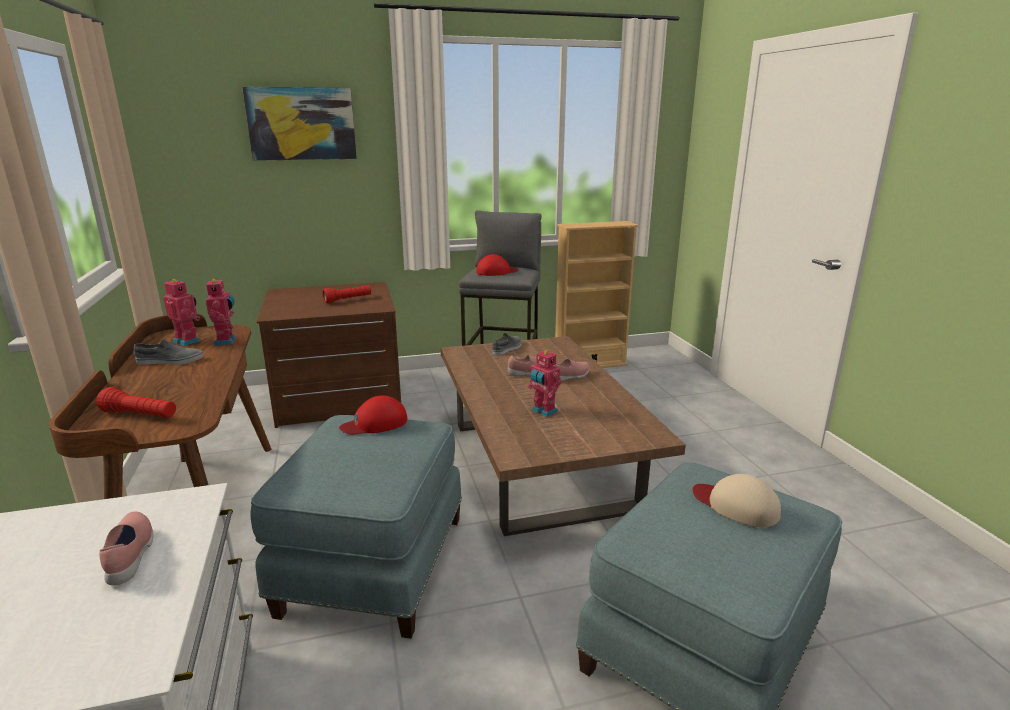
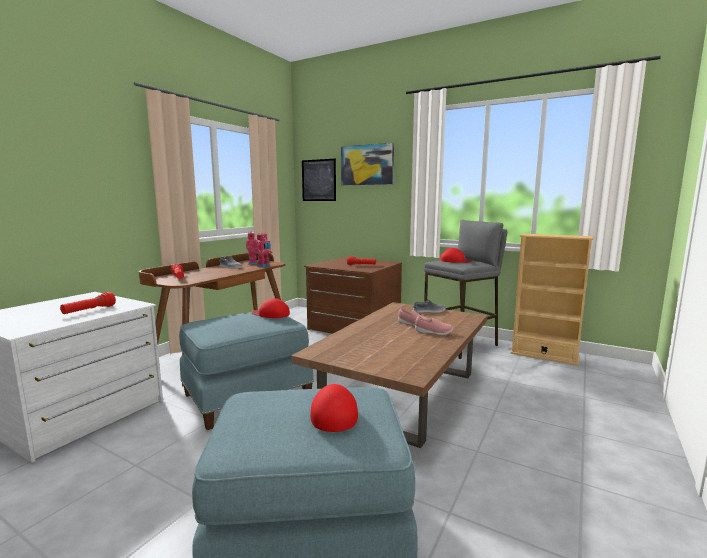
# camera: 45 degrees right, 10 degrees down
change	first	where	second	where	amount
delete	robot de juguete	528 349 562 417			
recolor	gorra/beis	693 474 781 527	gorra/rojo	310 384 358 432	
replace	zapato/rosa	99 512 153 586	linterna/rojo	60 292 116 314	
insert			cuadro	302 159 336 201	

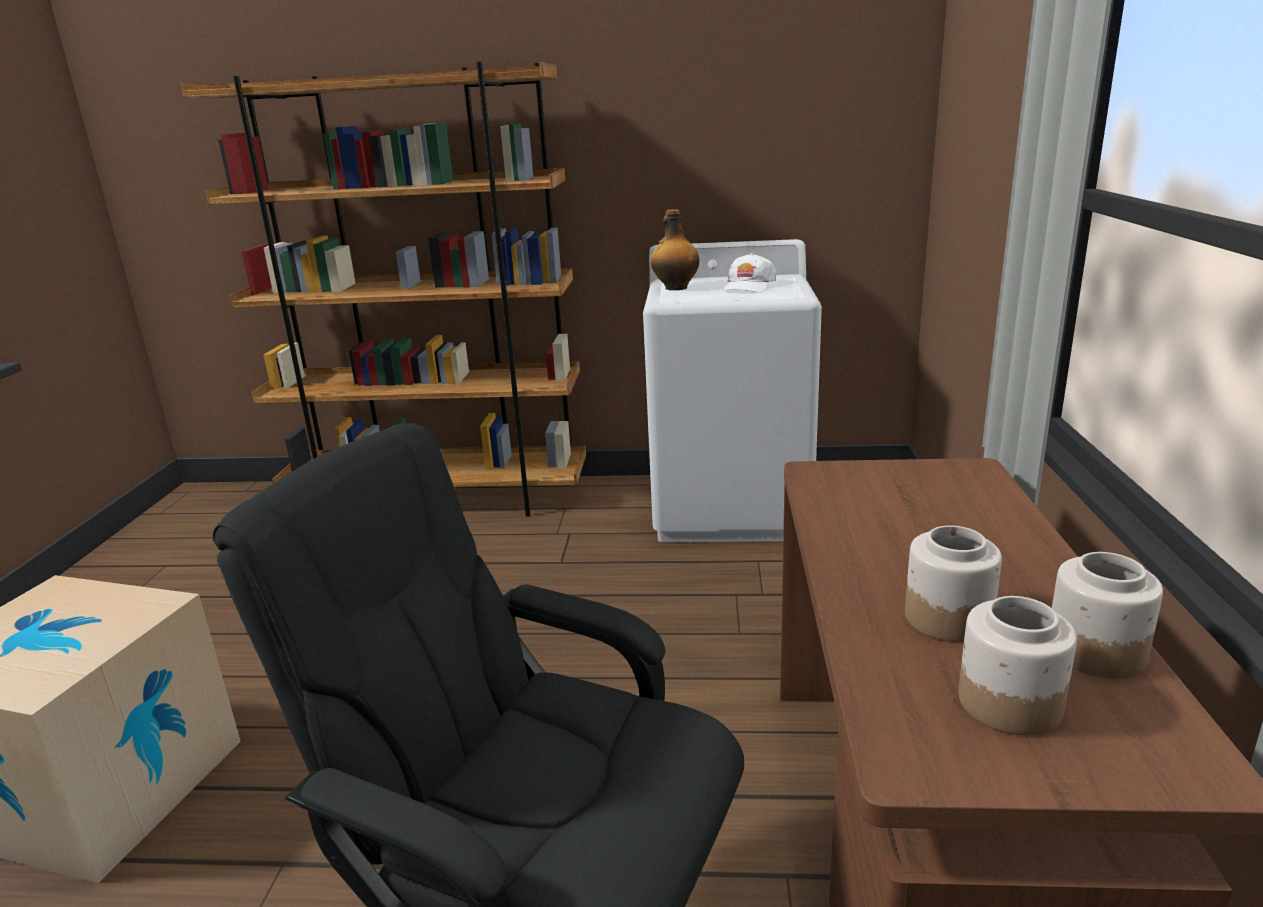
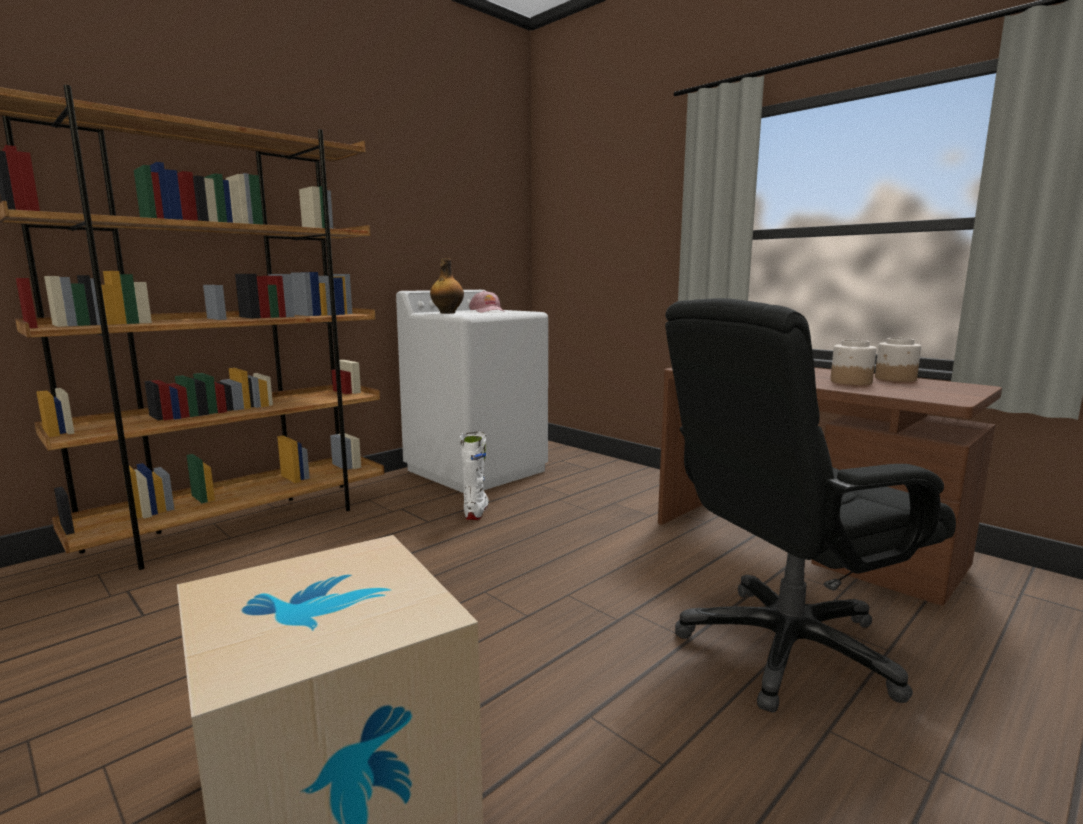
# camera: 50 degrees left, 10 degrees down
change	first	where	second	where	amount
recolor	gorra/blanco	723 253 777 292	gorra/rosa	469 291 505 313	
delete	tarro	958 596 1077 736			
insert			bota/blanco	460 432 489 520	

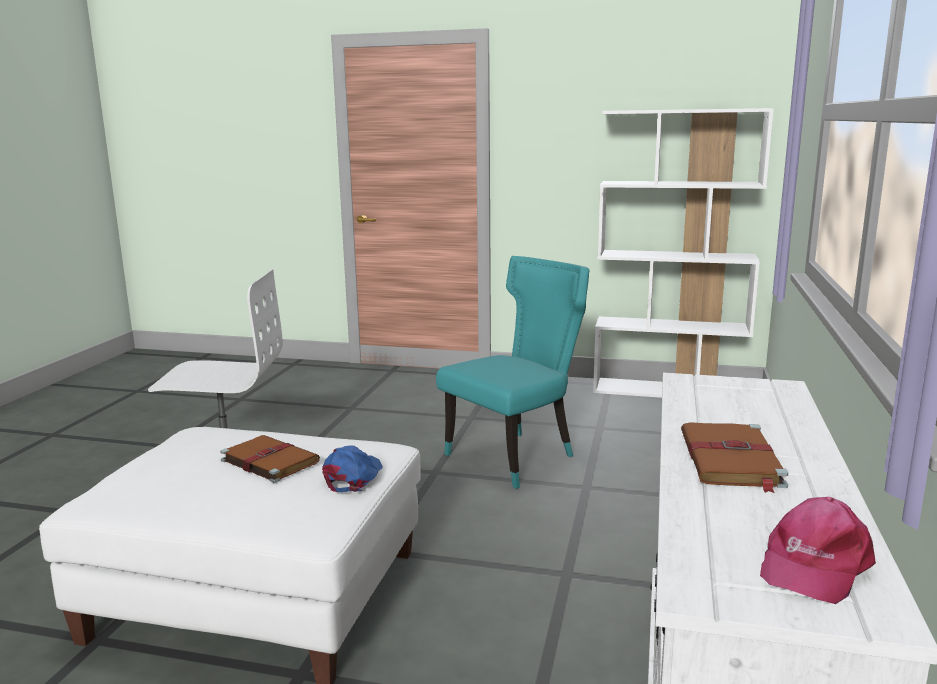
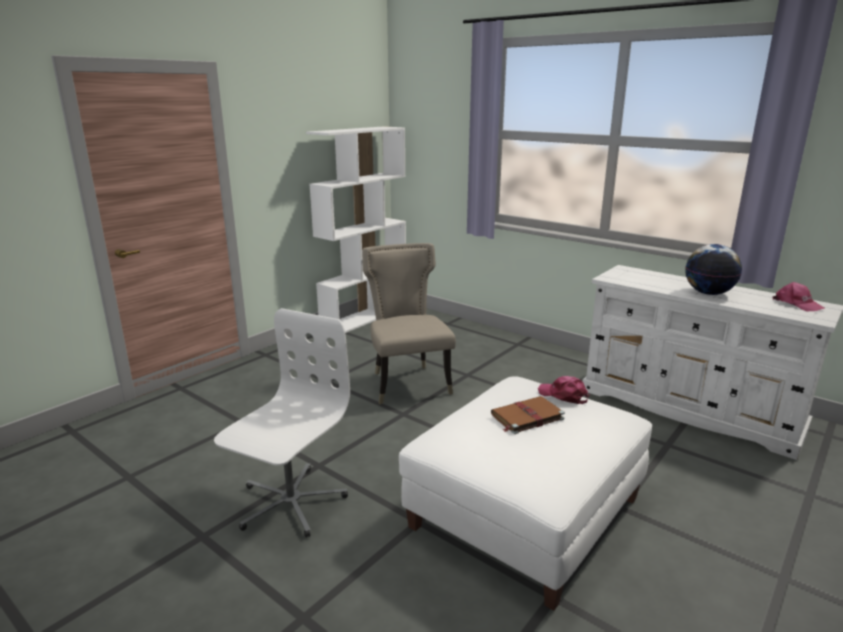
# camera: 65 degrees left, 5 degrees up
change	first	where	second	where	amount
recolor	silla/turquesa	436 256 589 489	silla/beis	362 243 456 404	
replace	libro/marrón	681 422 788 493	globo terráqueo	685 244 742 295	
recolor	gorra/azul	322 445 383 492	gorra/rosa	538 376 589 404	

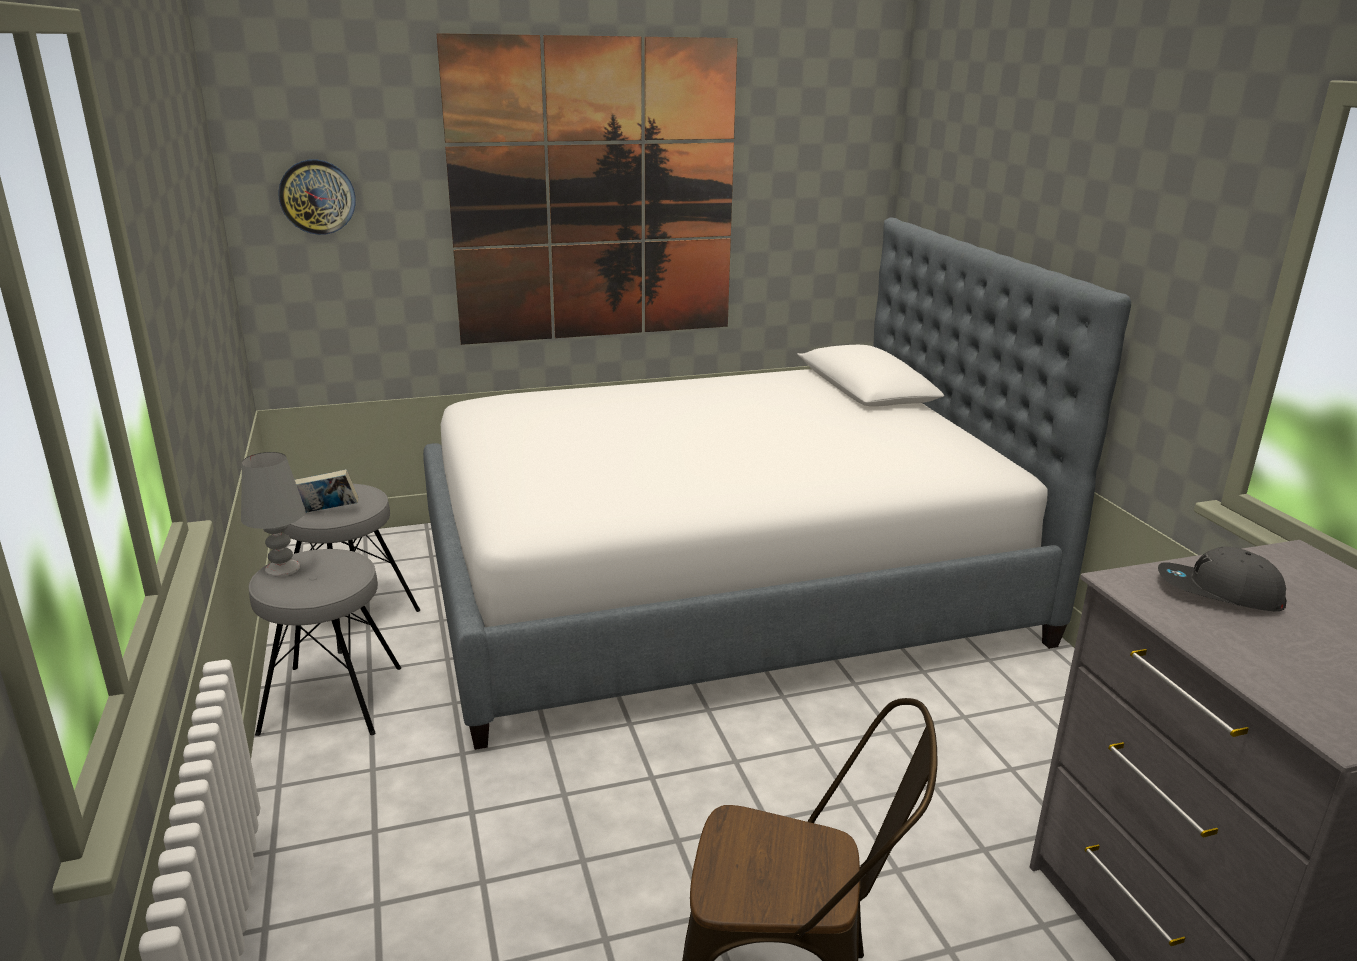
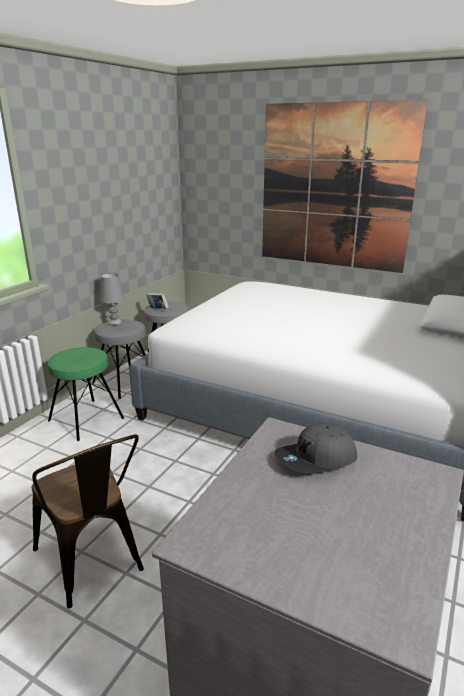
# camera: 45 degrees right, 0 degrees up
change	first	where	second	where	amount
delete	reloj de pared	278 159 356 235			
rotate	gorra/gris	1158 546 1286 611		274 423 357 473	90 degrees counterclockwise
insert			taburete/verde	48 347 124 441	

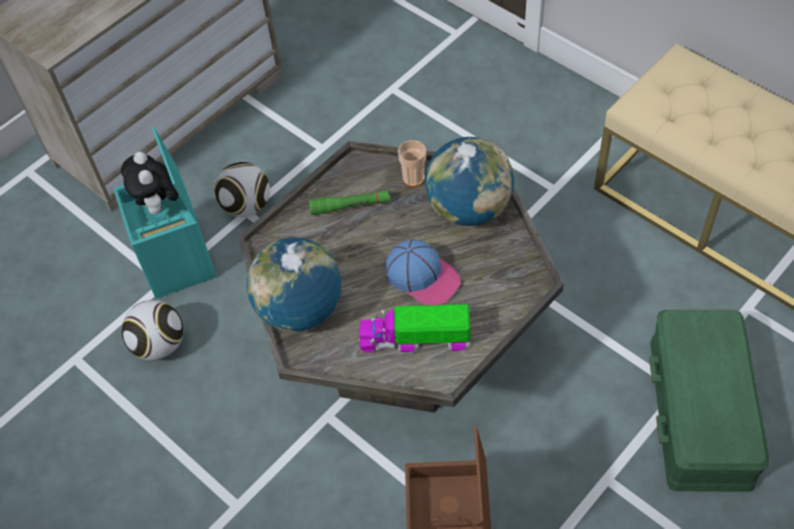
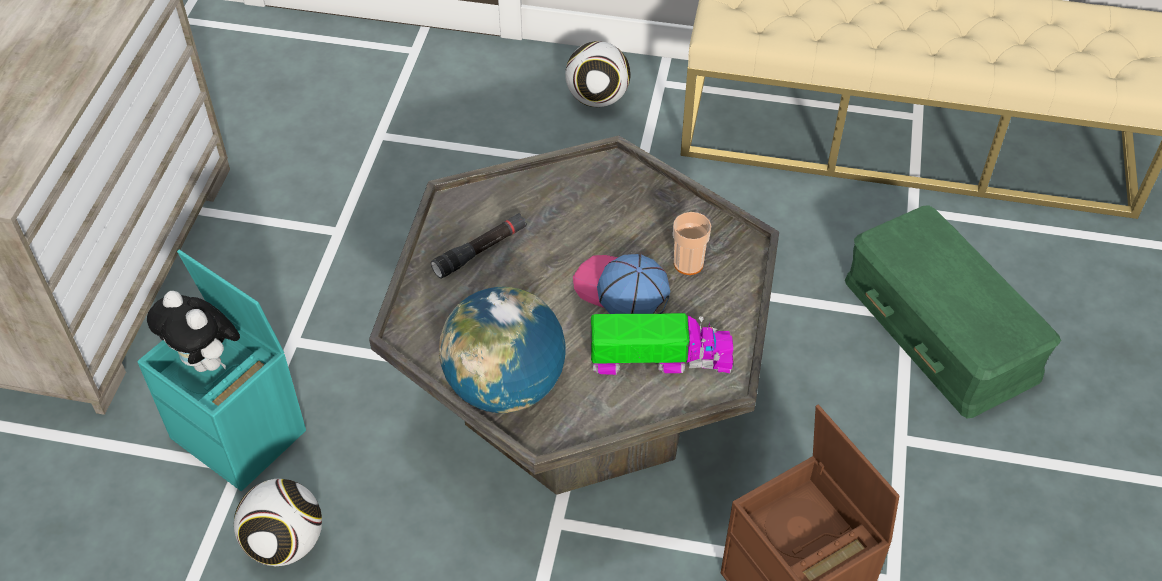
# camera: 35 degrees left, 5 degrees down
change	first	where	second	where	amount
delete	globo terráqueo	425 137 514 226			
move	taza	398 140 426 187		673 212 711 275	
move	balón de fútbol	214 162 270 217		565 41 631 107	
recolor	linterna/verde	309 190 391 215	linterna/negro	431 213 527 279	
rotate	gorra	385 239 461 305		573 254 670 314	150 degrees counterclockwise
rotate	camión de juguete	360 304 471 352		591 313 734 375	150 degrees counterclockwise

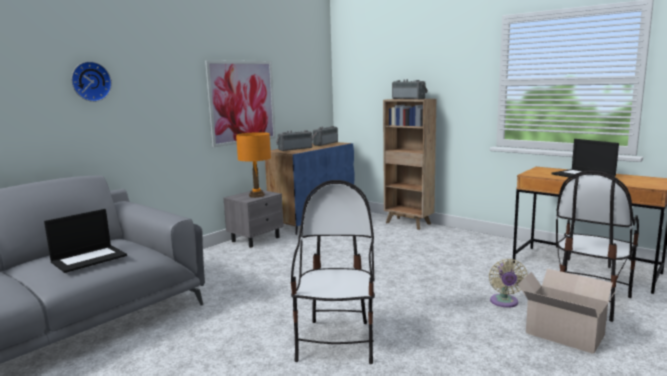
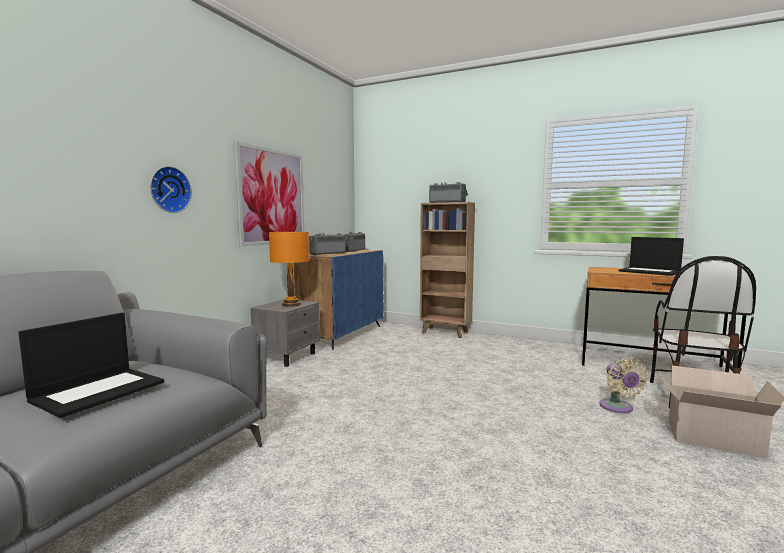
# camera: 15 degrees left, 5 degrees down
change	first	where	second	where	amount
move	reloj de pared	71 61 112 102		150 166 192 213	
delete	silla	291 180 375 364			

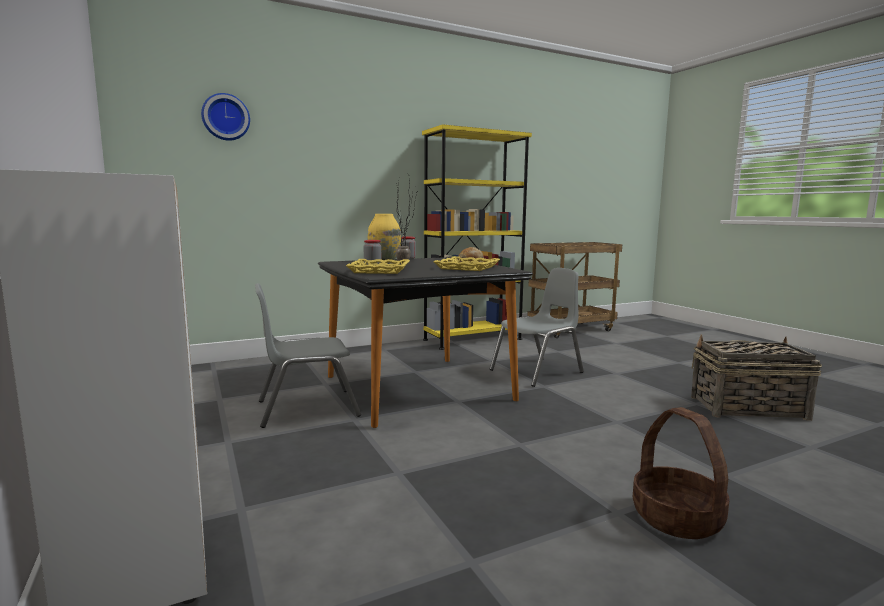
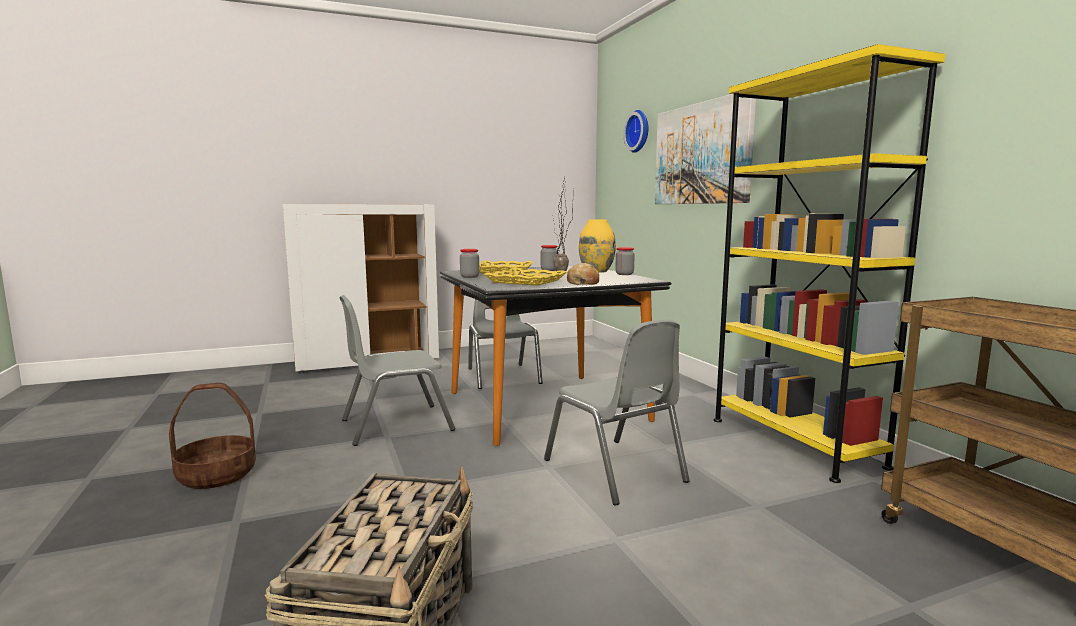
# camera: 95 degrees right, 0 degrees up
change	first	where	second	where	amount
insert			cuadro	655 94 756 204	
insert			tarro	460 249 479 278	
insert			silla/gris	340 295 455 446	

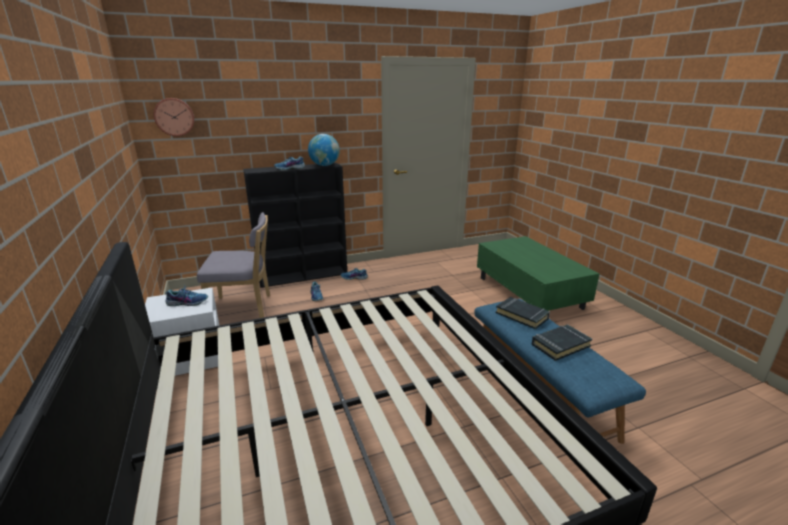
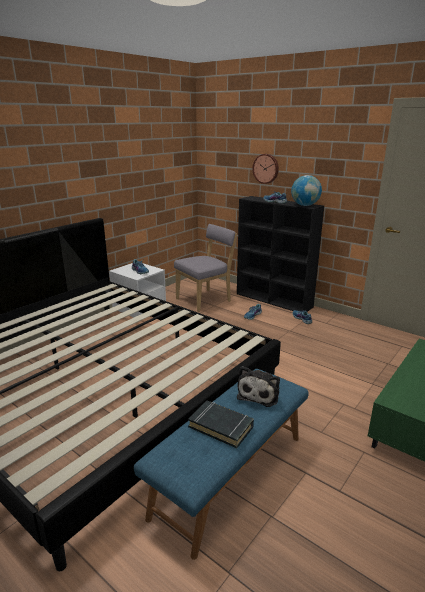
# camera: 60 degrees right, 0 degrees up
change	first	where	second	where	amount
move	reloj de pared	153 98 194 136		252 154 279 184	
rotate	silla/gris	197 212 270 318		174 224 237 312	90 degrees counterclockwise
replace	libro/negro	496 297 550 329	peluche	237 366 280 407	

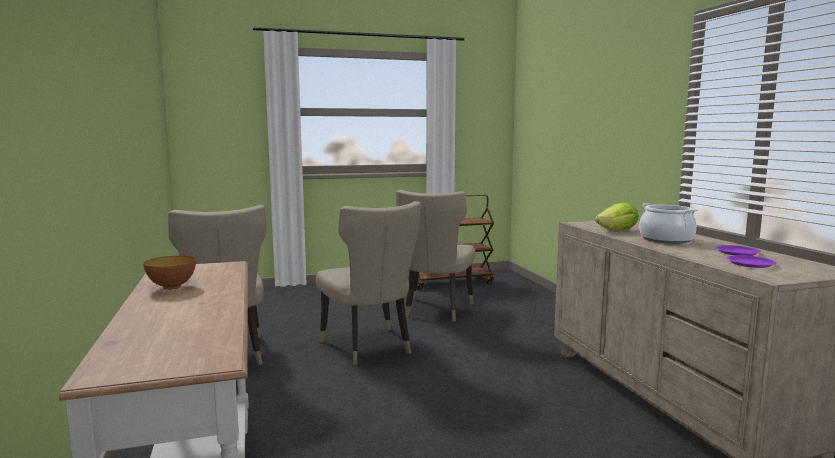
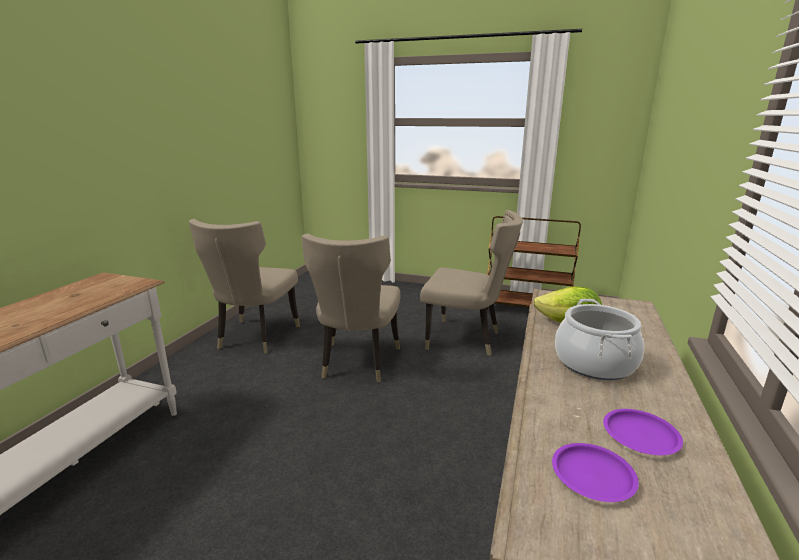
# camera: 35 degrees right, 10 degrees up
change	first	where	second	where	amount
rotate	silla/beis	396 190 475 321		420 210 523 356	120 degrees counterclockwise
delete	cuenco	143 256 196 290			

